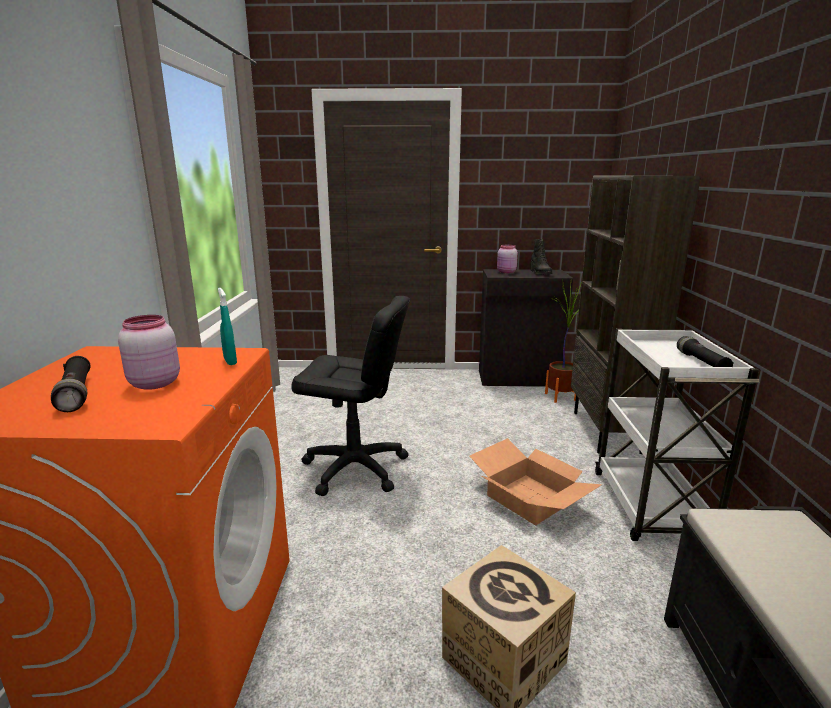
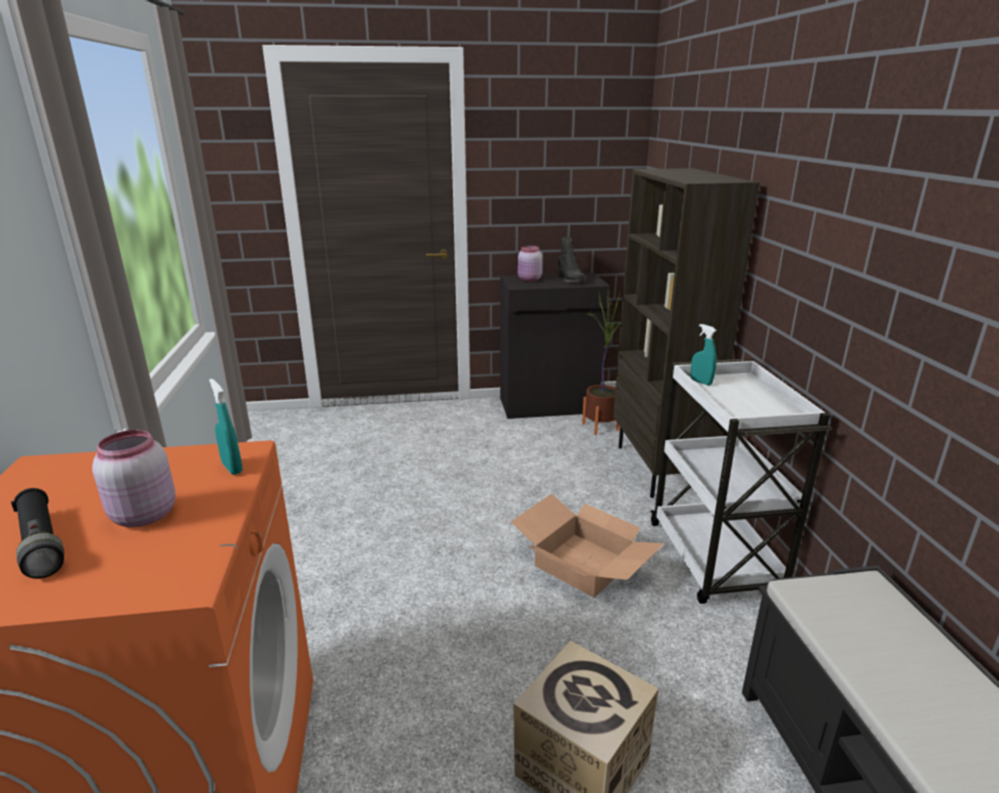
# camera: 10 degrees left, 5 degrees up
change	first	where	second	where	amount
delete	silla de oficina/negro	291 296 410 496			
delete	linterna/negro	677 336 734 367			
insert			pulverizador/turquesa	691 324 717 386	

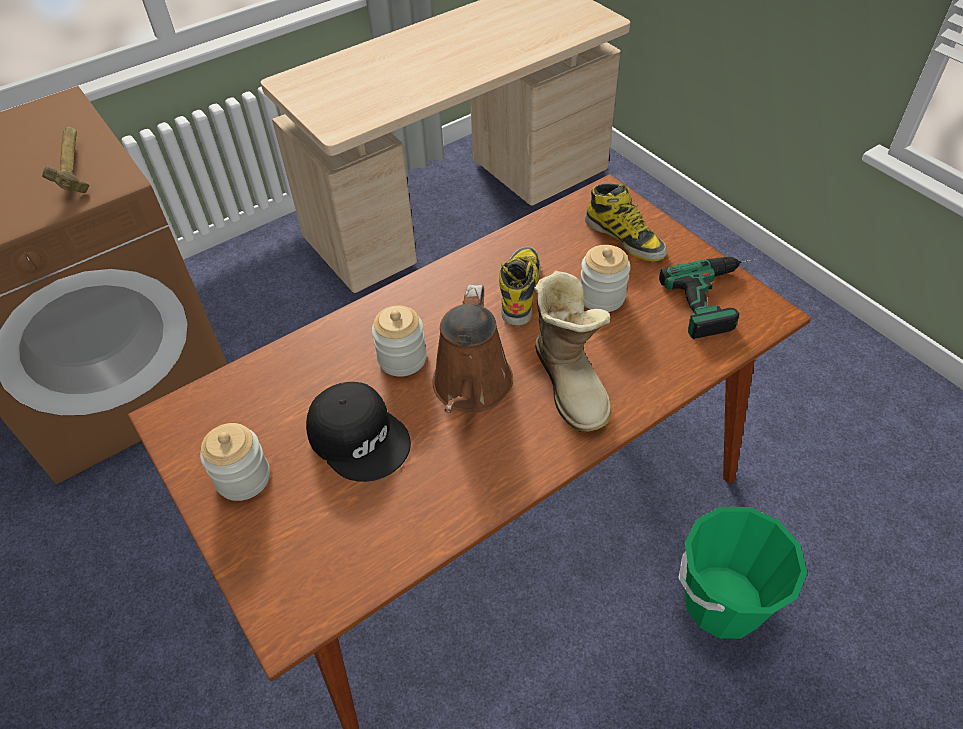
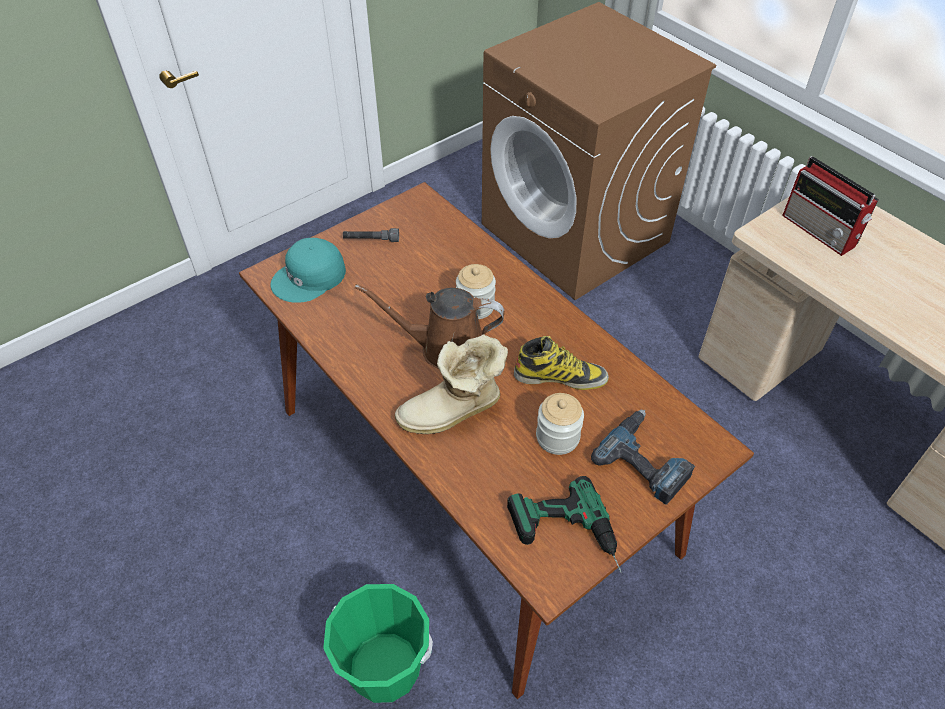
# camera: 85 degrees right, 0 degrees up
change	first	where	second	where	amount
delete	martillo	42 126 89 193			
replace	bota	585 184 667 262	taladro	591 410 695 504	
delete	gorra/negro	306 382 411 482			
replace	tarro	200 423 270 501	linterna/gris	343 228 399 242	
insert			radio	782 156 879 256	
insert			gorra/turquesa	270 238 346 303	

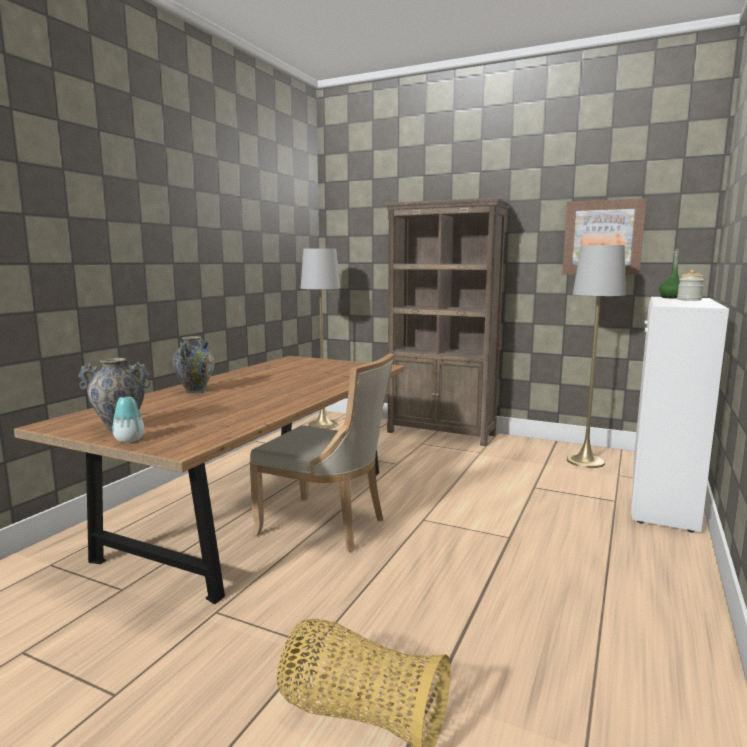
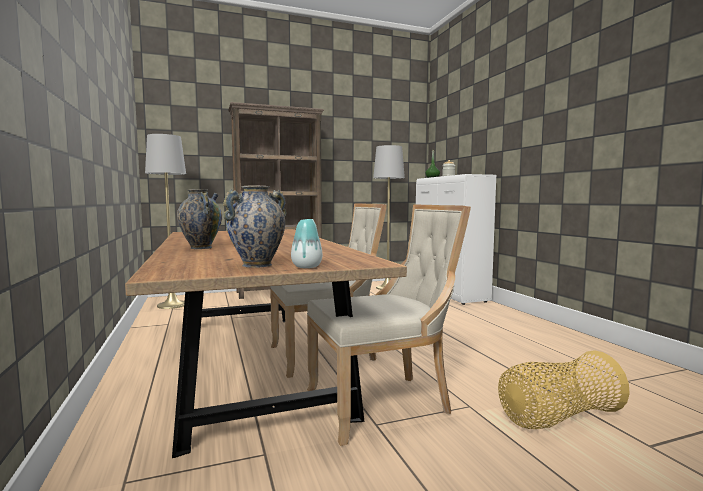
# camera: 45 degrees left, 5 degrees down
change	first	where	second	where	amount
delete	cuadro	562 198 646 275			
insert			silla/beis	307 205 471 446	

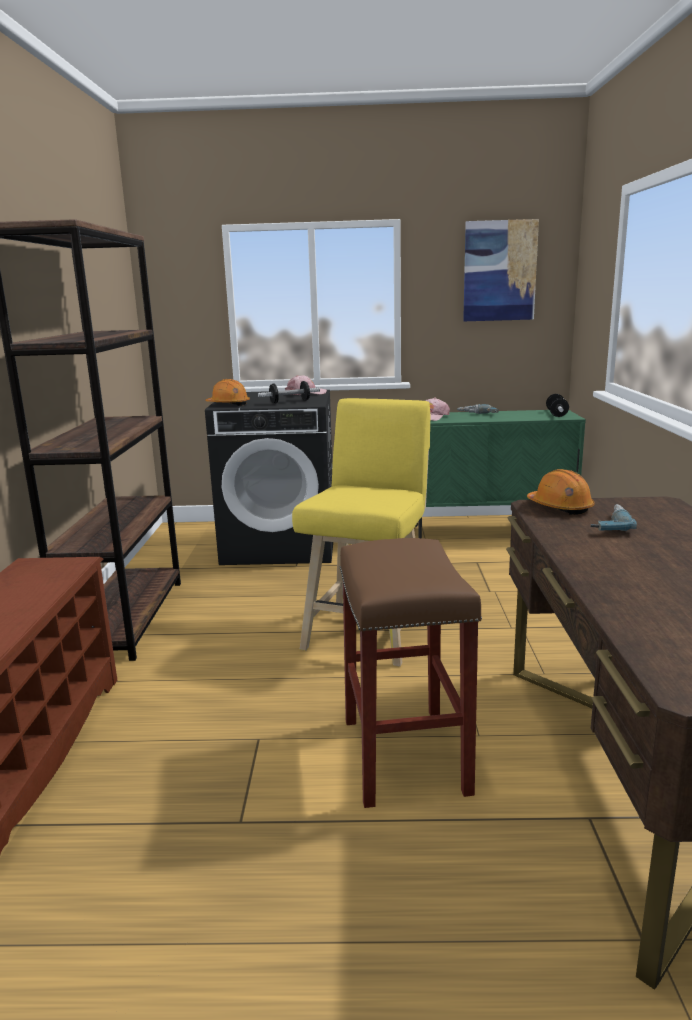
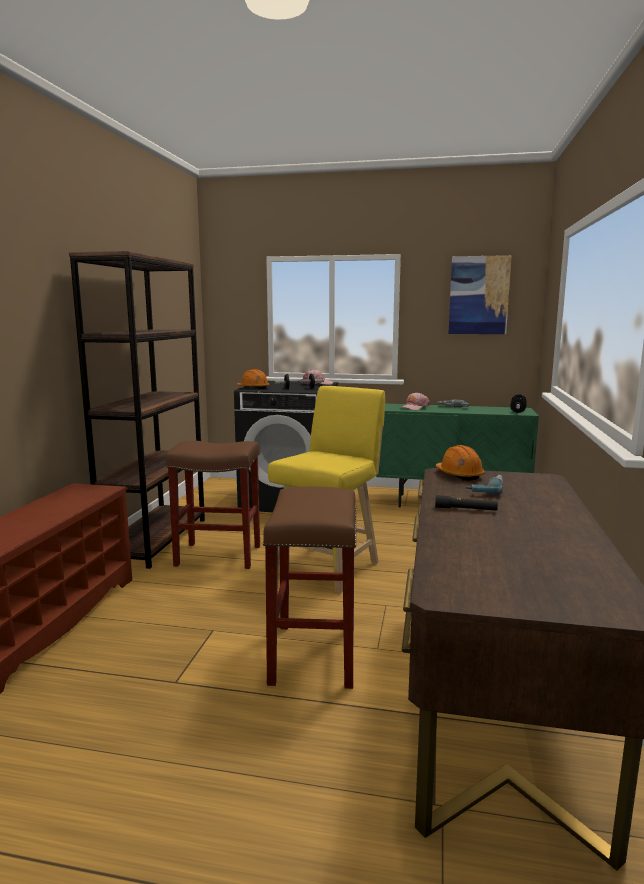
# camera: 10 degrees right, 5 degrees down
change	first	where	second	where	amount
insert			taburete/marrón	166 440 260 569	
insert			linterna/negro	435 495 498 511	

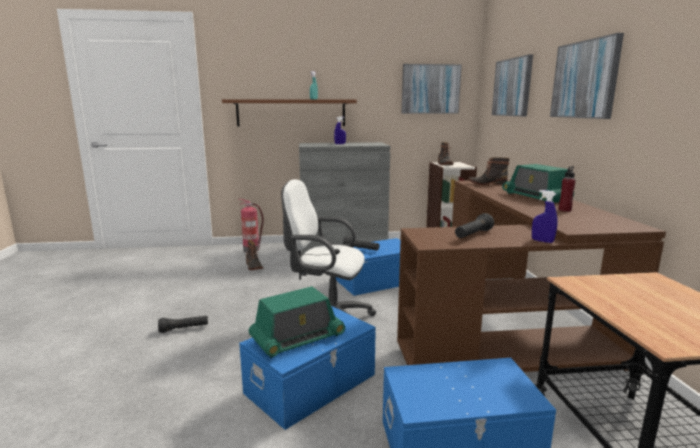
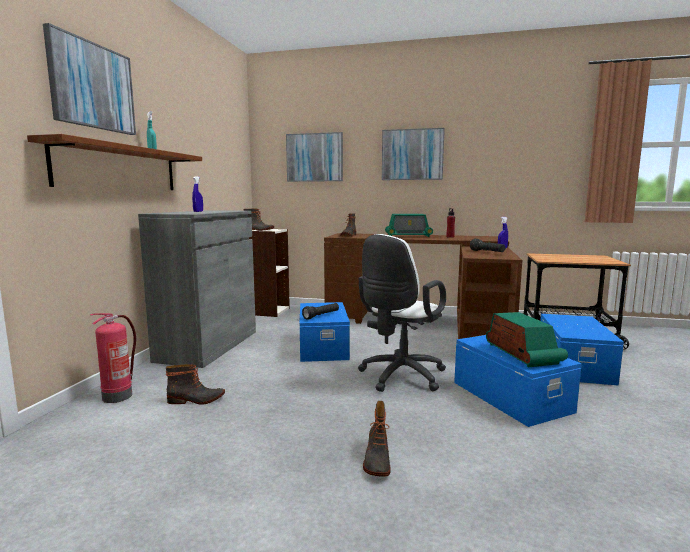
# camera: 70 degrees left, 5 degrees down
change	first	where	second	where	amount
move	cuadro	402 64 462 114		43 23 136 135	
replace	linterna/negro	158 316 208 333	bota	363 401 391 477	

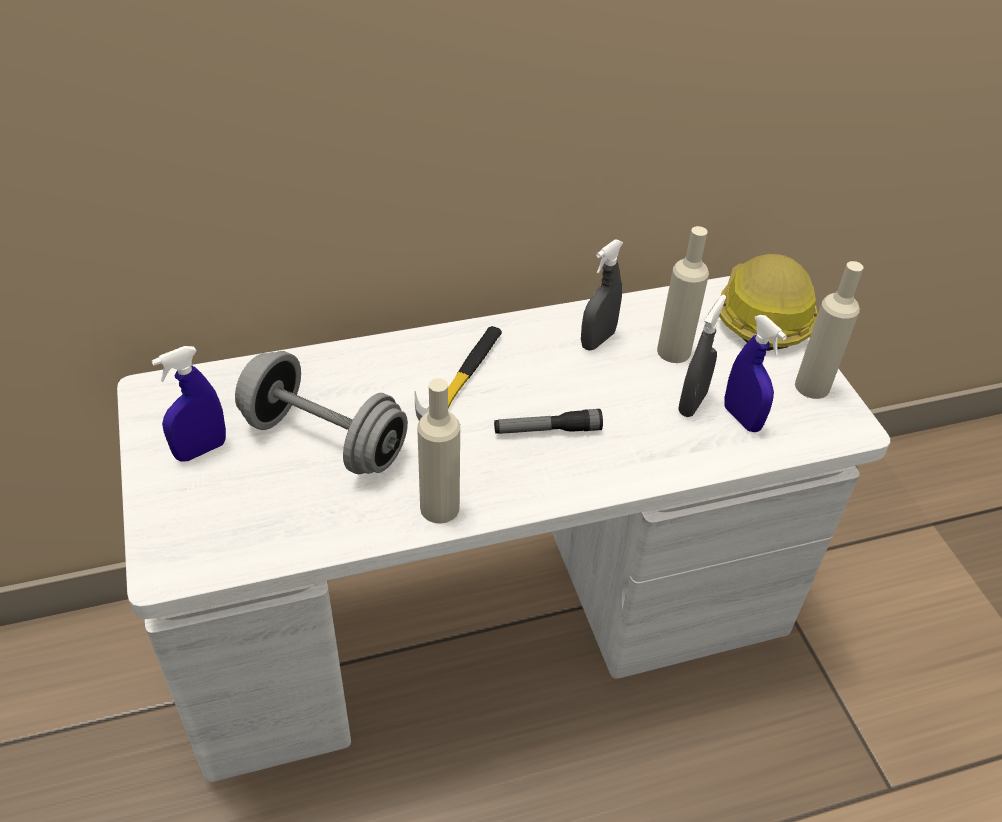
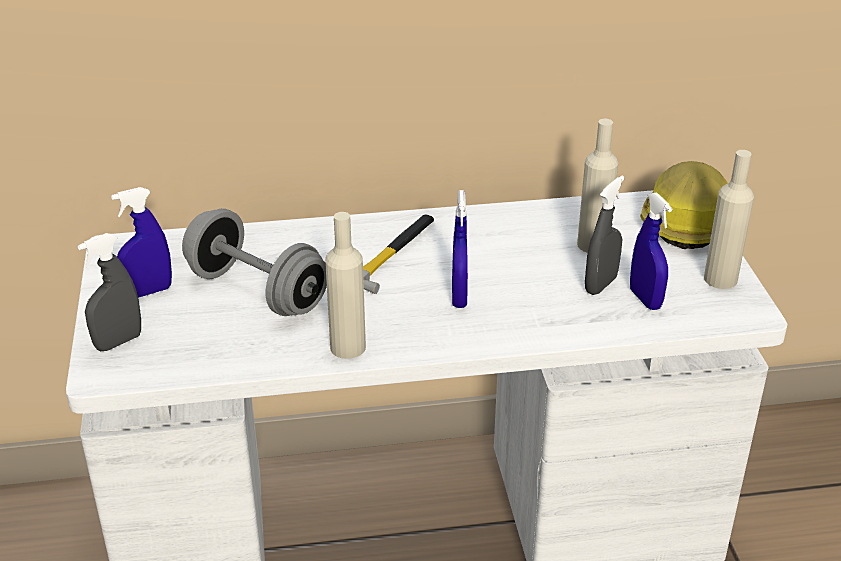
# camera: 10 degrees right, 10 degrees down
change	first	where	second	where	amount
move	pulverizador/gris	581 239 623 351		78 233 141 351	
replace	linterna	494 409 603 434	pulverizador/azul	452 190 468 308	

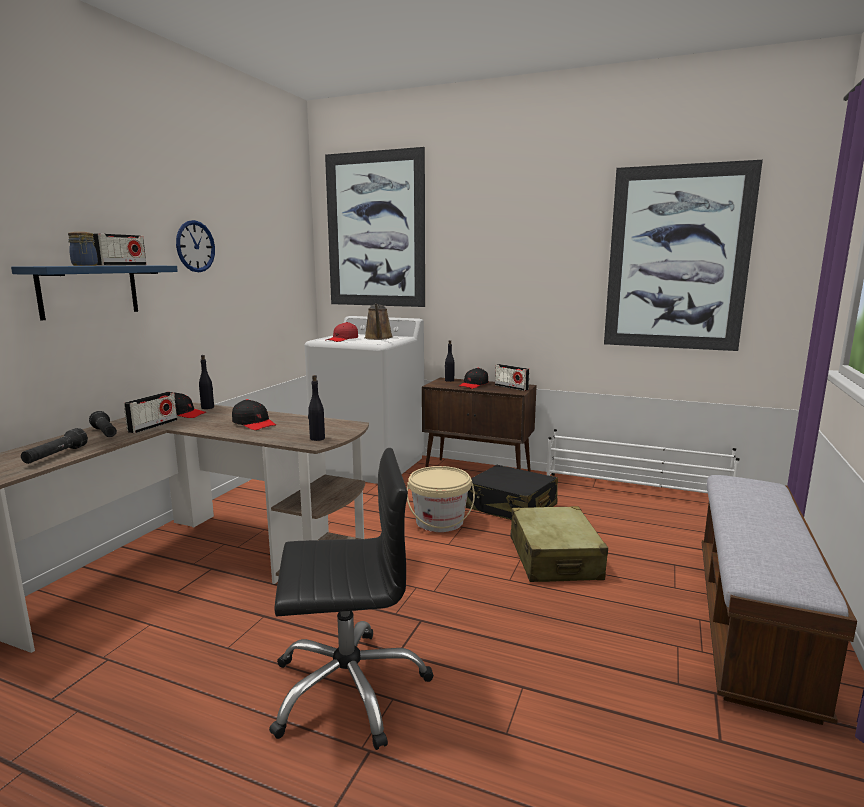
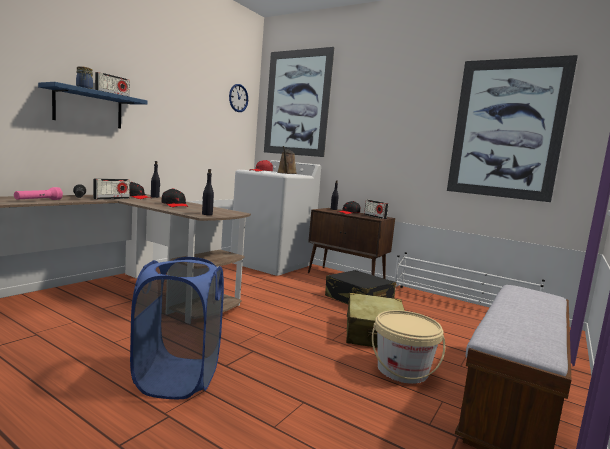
# camera: 10 degrees right, 5 degrees down
change	first	where	second	where	amount
move	reloj de pared	176 220 215 272		229 84 248 112	
recolor	linterna/negro	21 428 88 464	linterna/rosa	14 187 63 200	
replace	silla de oficina/negro	269 448 434 750	cesto de la ropa/azul	130 257 224 399	
move	cubo/beis	407 466 475 532		372 310 445 384	

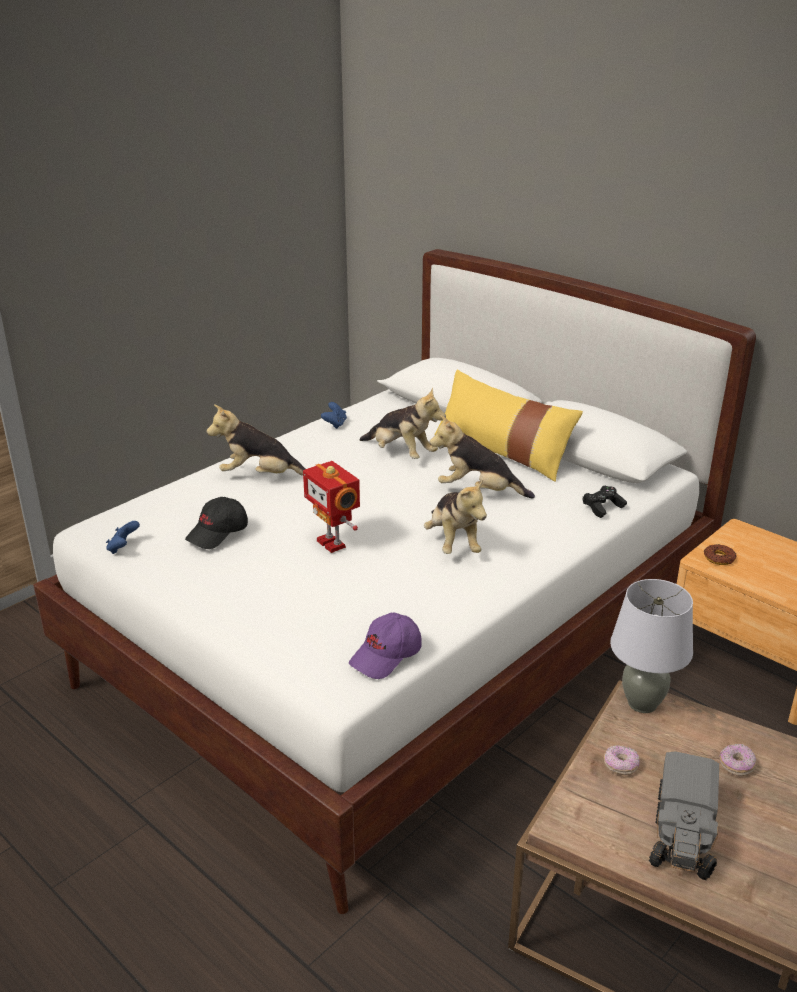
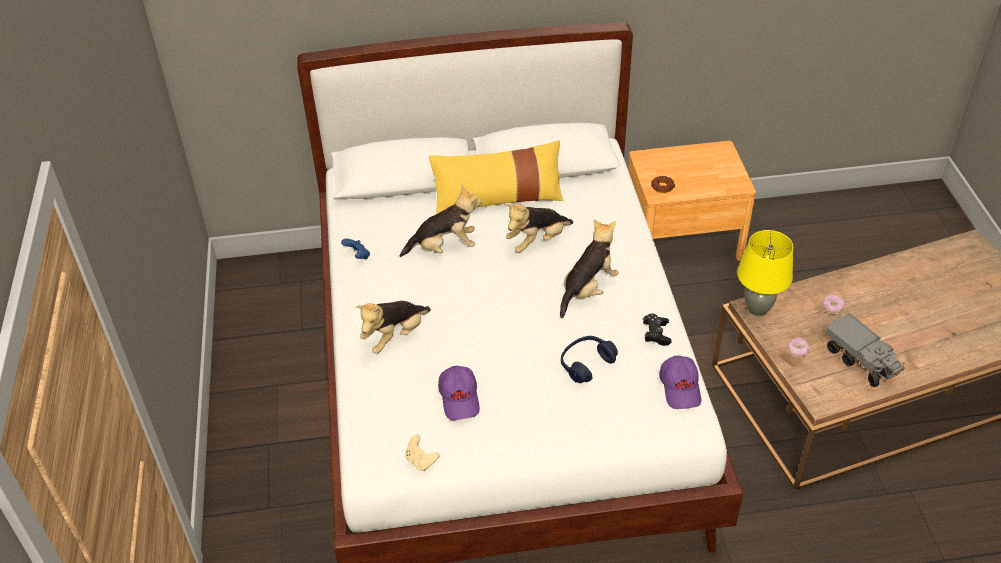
# camera: 50 degrees left, 15 degrees up
change	first	where	second	where	amount
delete	robot de juguete	303 461 360 553			
rotate	peluche	424 480 487 554		560 220 619 318	75 degrees counterclockwise
move	mando de consola/negro	583 486 627 518		643 313 672 346	
recolor	gorra/negro	185 497 248 549	gorra/morado	438 366 480 420	
recolor	mando de consola/azul	106 521 140 554	mando de consola/beis	406 434 439 471	
recolor	lámpara de mesa/gris	610 579 693 713	lámpara de mesa/amarillo	737 230 793 316	
insert			auriculares/azul	561 336 618 383	

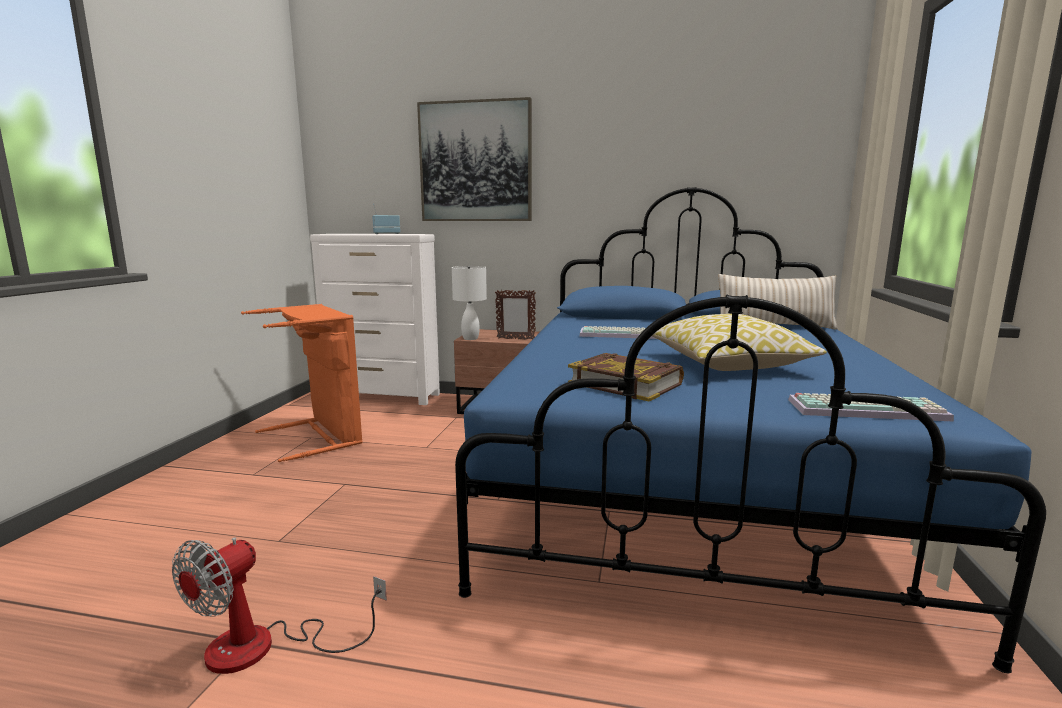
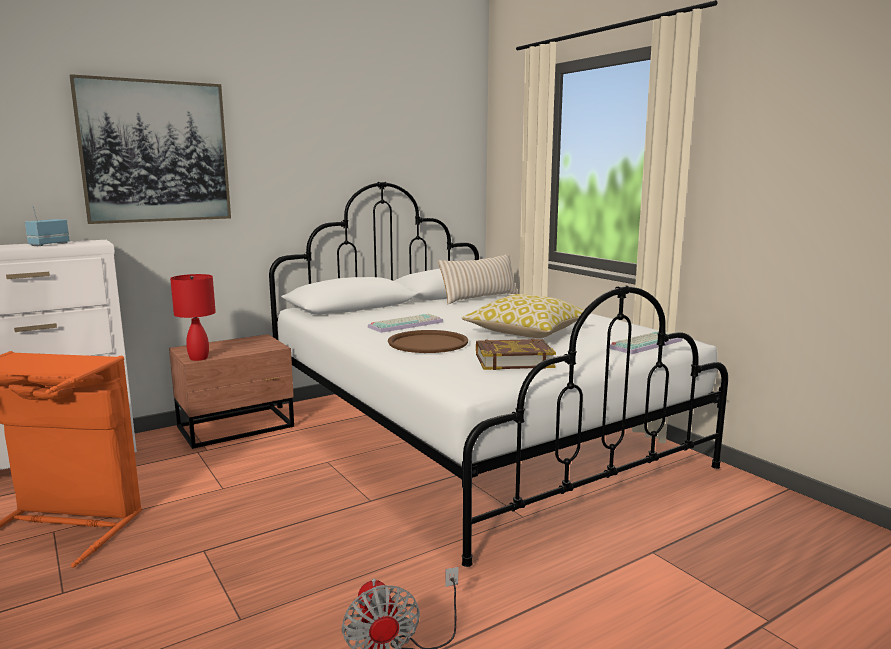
# camera: 45 degrees left, 0 degrees up
change	first	where	second	where	amount
recolor	cama/azul	455 187 1046 673	cama/blanco	269 182 728 567	
recolor	lámpara de mesa/blanco	452 266 487 340	lámpara de mesa/rojo	170 274 216 361	
delete	portarretratos	495 290 536 340			
insert			bandeja/marrón	388 330 468 353	

